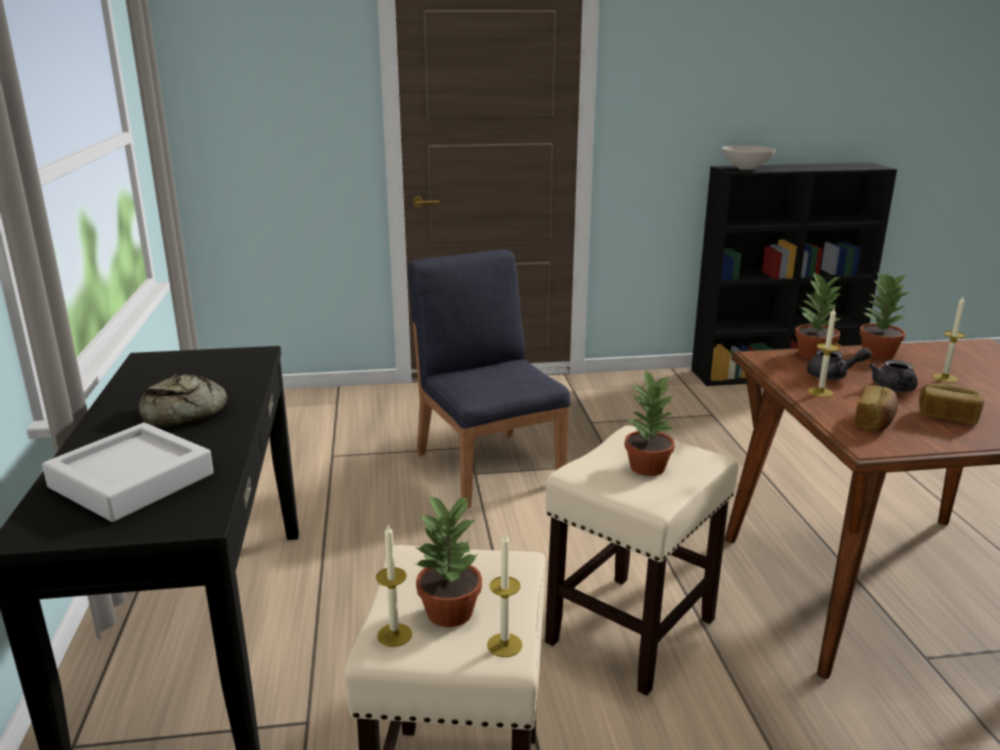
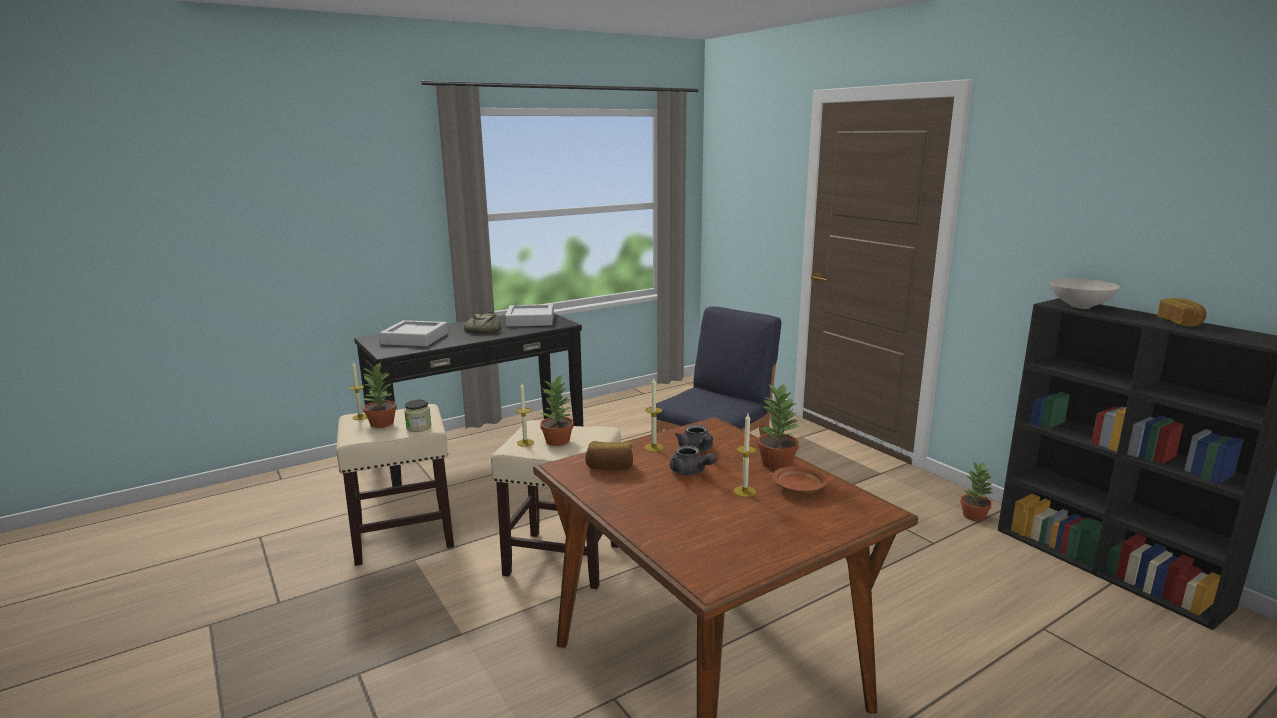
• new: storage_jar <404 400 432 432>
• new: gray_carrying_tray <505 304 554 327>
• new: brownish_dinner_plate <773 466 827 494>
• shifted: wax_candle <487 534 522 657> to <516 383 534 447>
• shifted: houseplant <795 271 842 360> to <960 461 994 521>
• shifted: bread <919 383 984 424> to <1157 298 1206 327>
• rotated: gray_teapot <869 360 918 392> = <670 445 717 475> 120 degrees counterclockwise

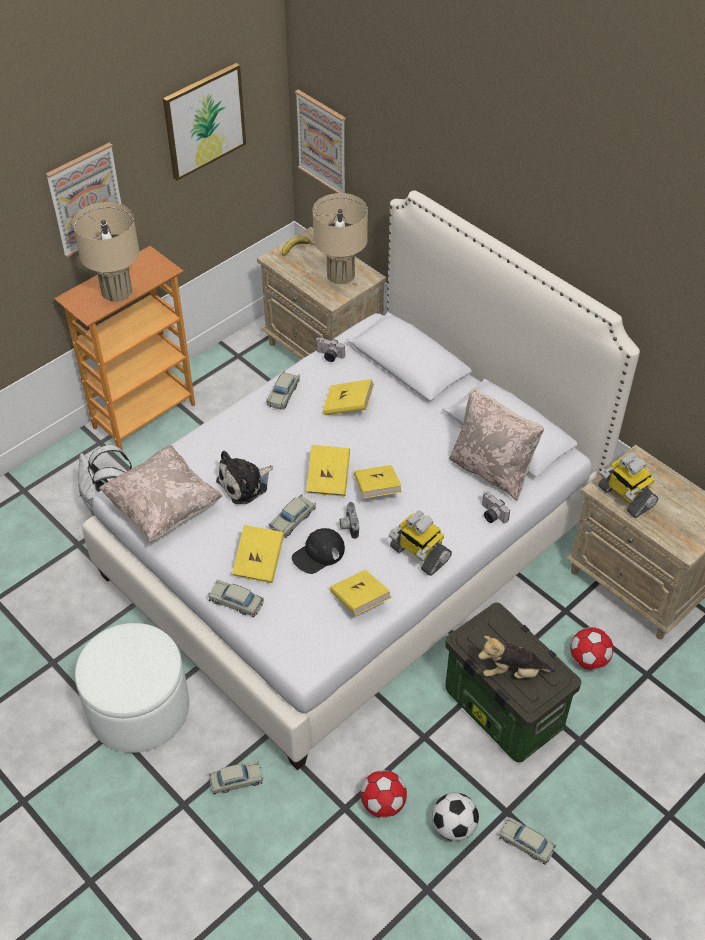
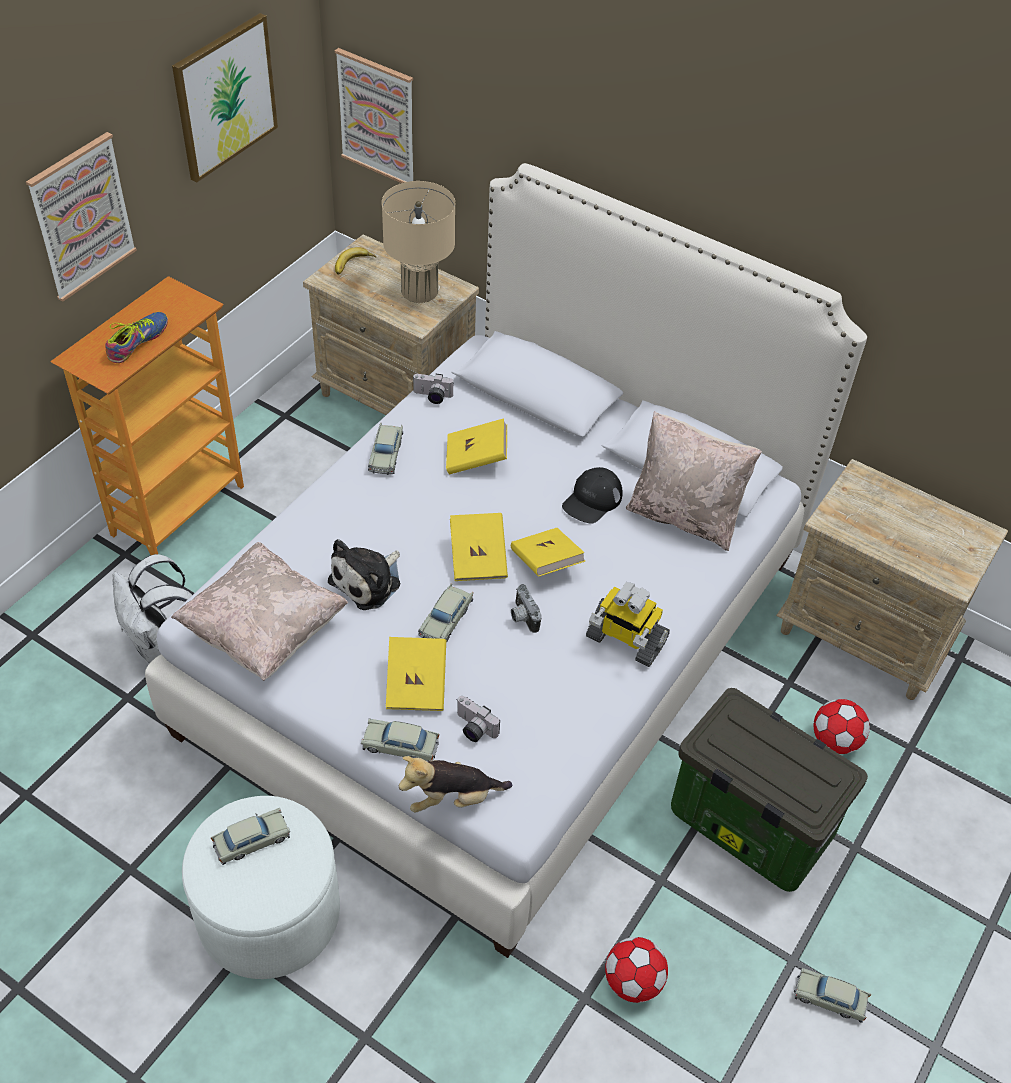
• gone: yellow-coloured_bound_book <330 570 392 615>
• gone: football <432 793 479 841>
• gone: robot_figure <598 452 658 518>
• shifted: beige_model_car <208 761 263 794> to <210 808 290 865>
• shifted: black_peaked_cap <292 528 345 574> to <562 467 623 524>
• shifted: plush_toy <478 636 557 679> to <399 756 512 813>
• shifted: still_camera <482 491 510 523> to <457 696 500 742>
• swapped: beige_table_lamp <72 202 139 302> to low_shoe <105 312 168 363>

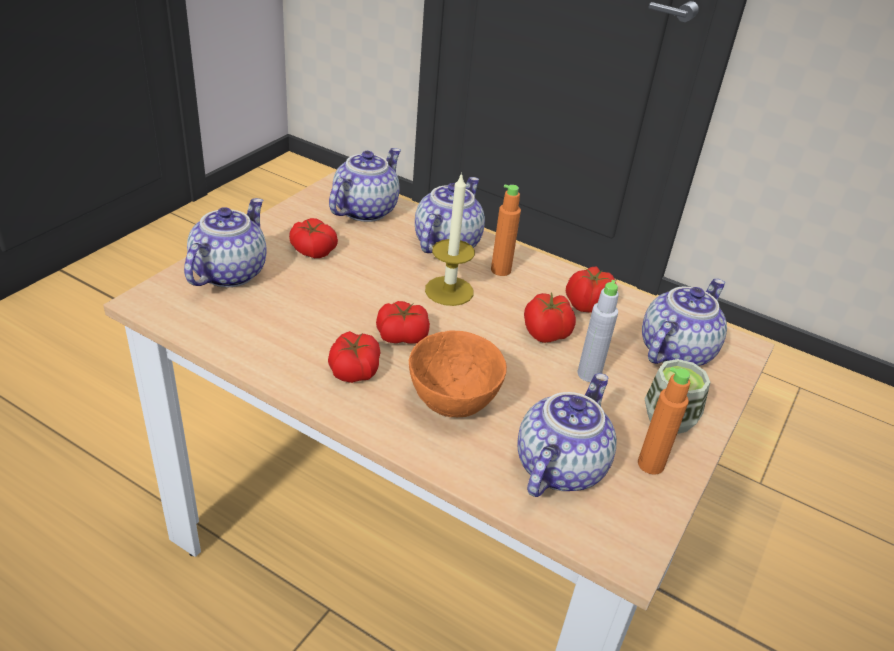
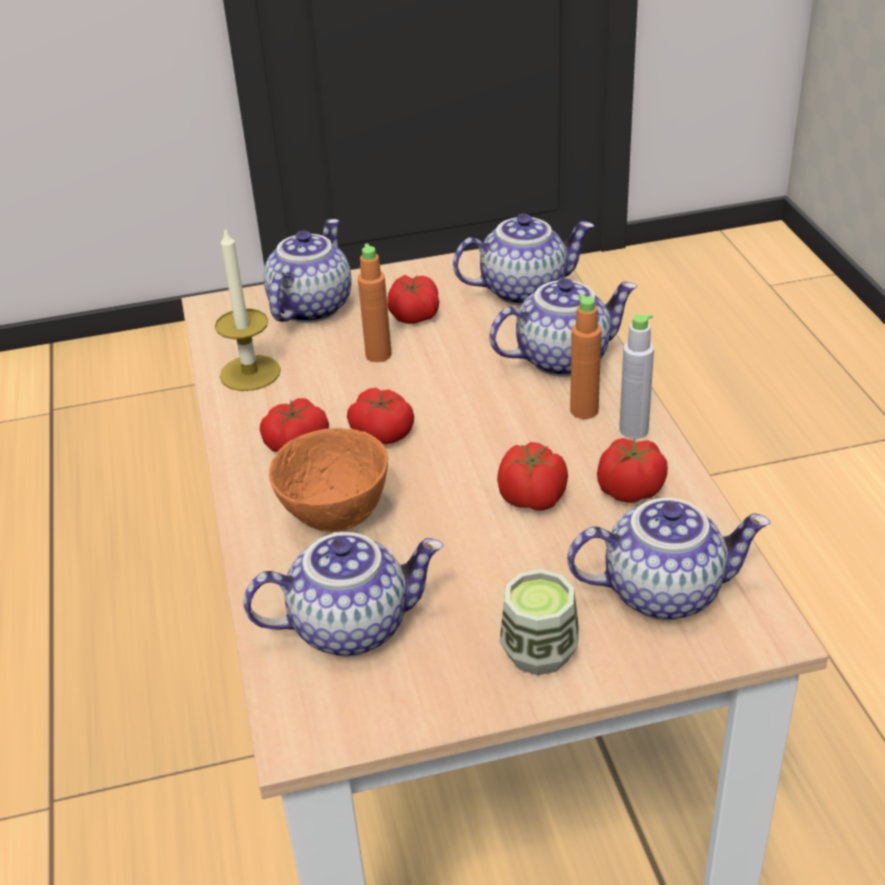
• shifted: wax_candle <425 172 475 306> to <215 227 281 391>
• shifted: gray_bottle <577 280 619 382> to <619 314 654 439>
• shifted: orange_bottle <638 367 690 475> to <358 244 392 362>
• rotated: teapot <184 198 267 288> = <264 219 352 323> 45 degrees counterclockwise

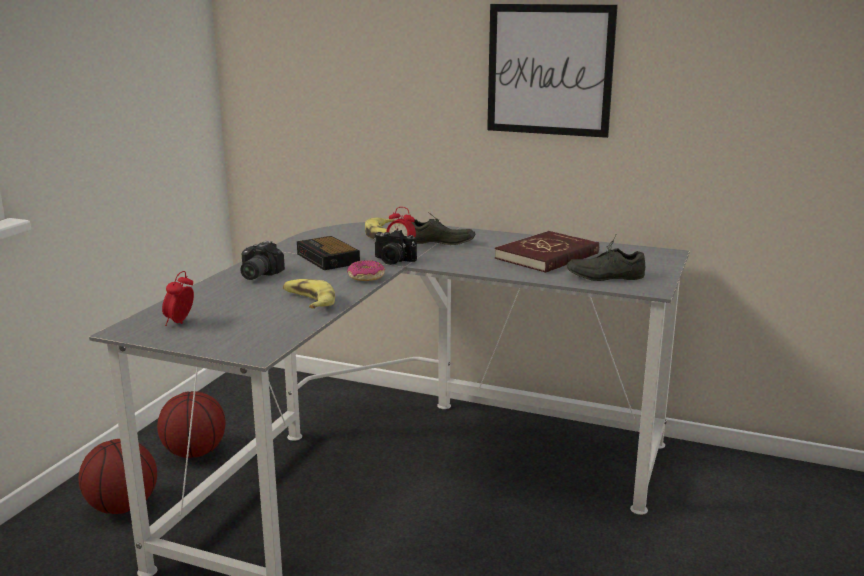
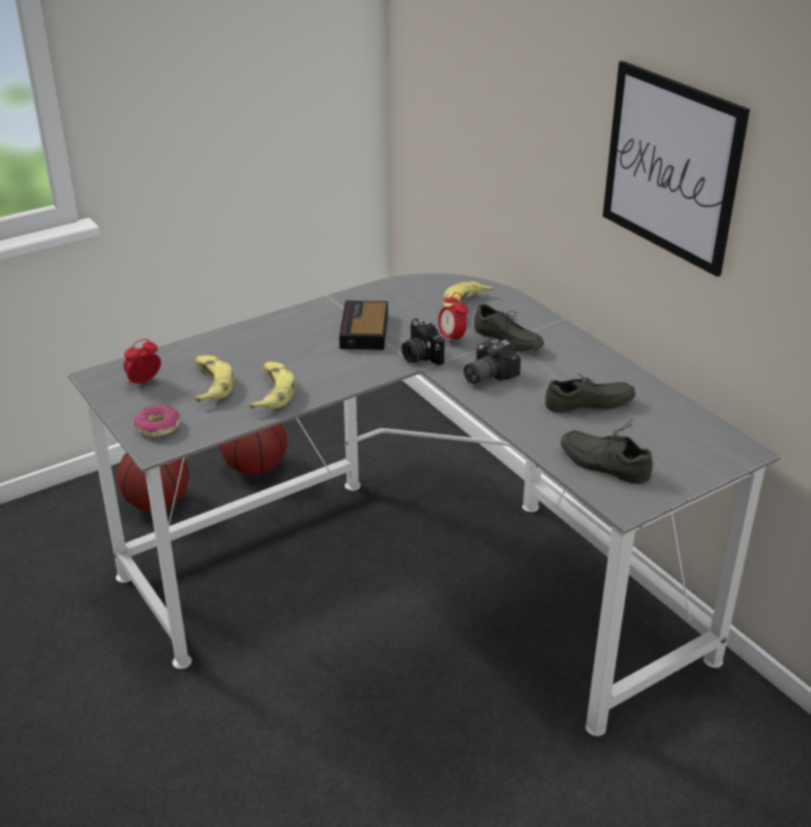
• new: banana <194 355 233 402>
• shifted: still_camera <240 241 285 280> to <464 339 521 384>
• shifted: doughnut <347 260 385 281> to <134 405 180 437>
• swapped: red_bound_book <495 231 599 273> to gray_low_shoe <545 373 636 413>

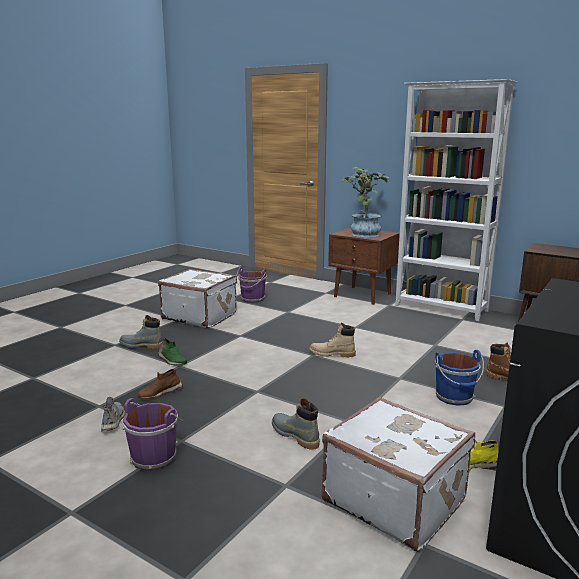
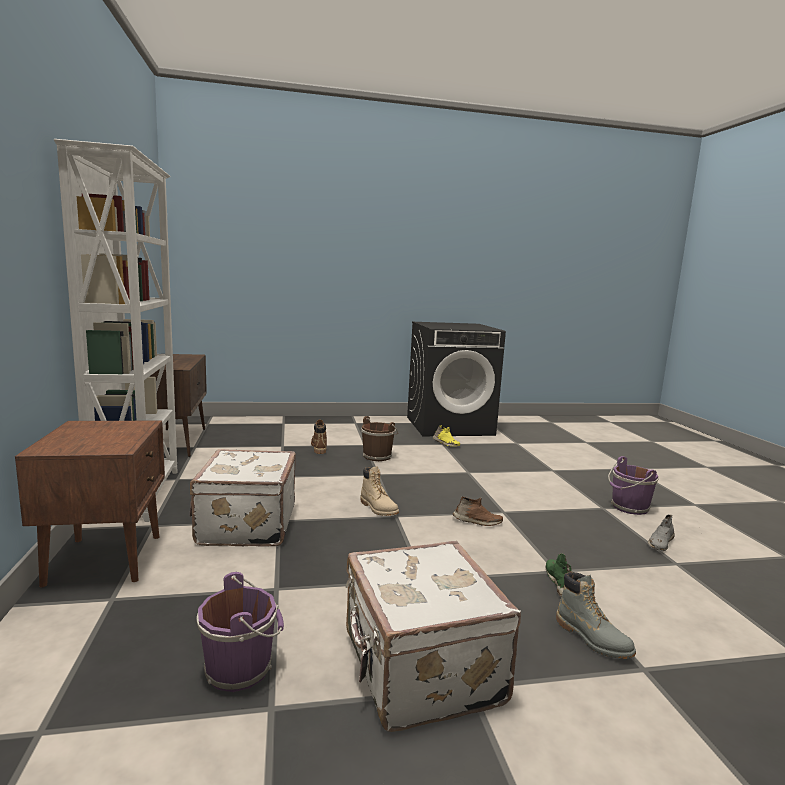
• gone: gray_high-top_boot <272 398 320 450>
• gone: houseplant <342 167 389 237>
• shifted: brownish_low_shoe <138 369 183 399> to <453 496 503 526>
• shifted: white_piece_of_luggage <322 397 475 552> to <190 449 296 546>
• repainted: blue-coloured_bucket <435 350 484 406> to brownish_bucket <361 416 398 461>

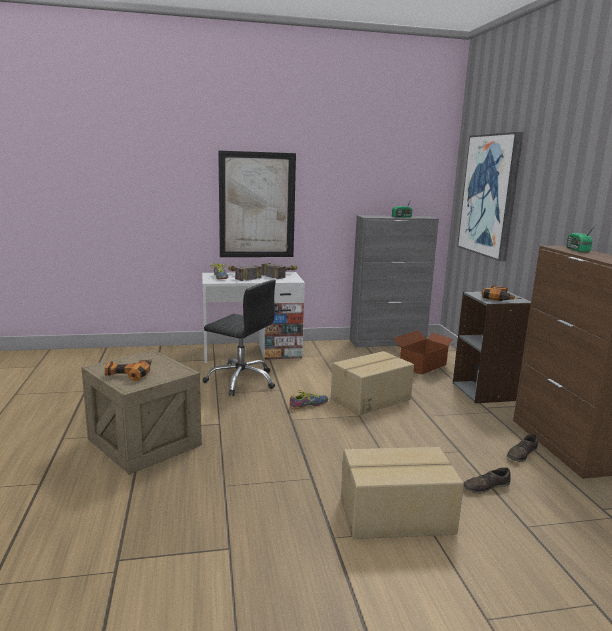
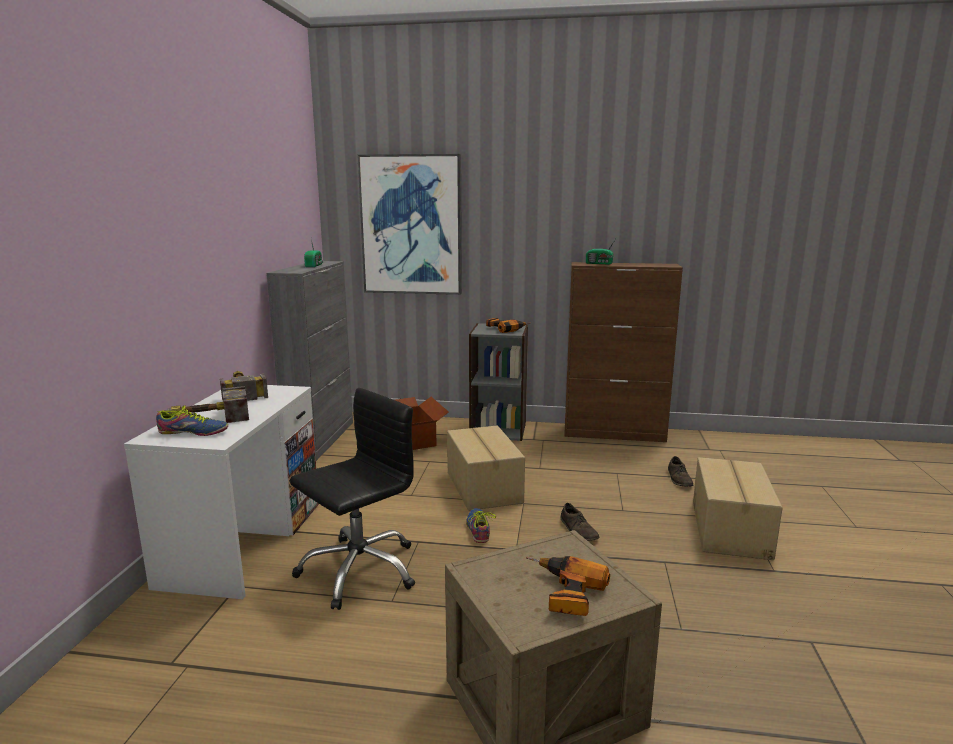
• gone: wall_picture <218 150 296 257>
• shifted: brownish_low_shoe <507 434 538 462> to <560 503 600 541>

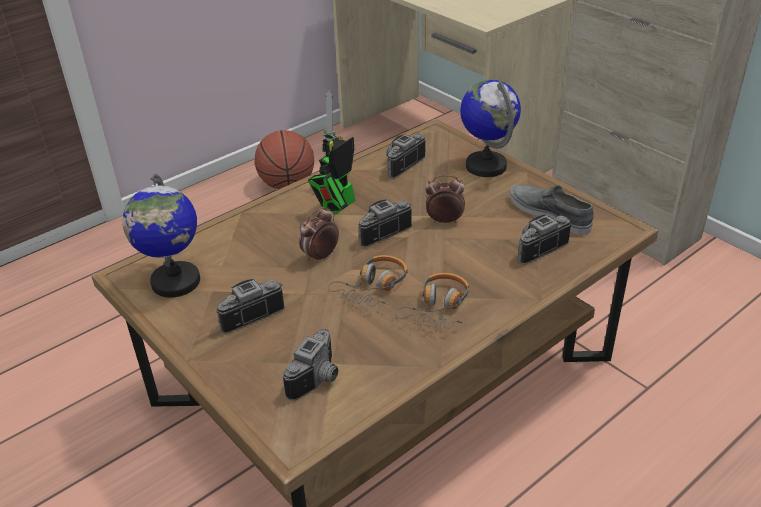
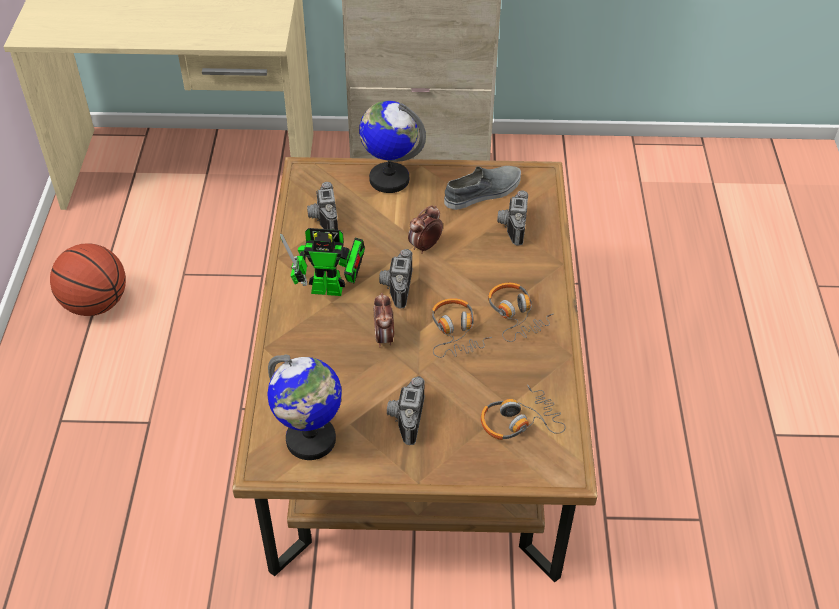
• swapped: still_camera <283 329 338 400> to pair_of_headphones <481 384 566 440>
• rotated: robot_figure <308 90 355 214> = <280 228 365 296> 75 degrees counterclockwise
• rotated: gray_low_shoe <510 184 594 235> = <444 166 521 210> 150 degrees clockwise

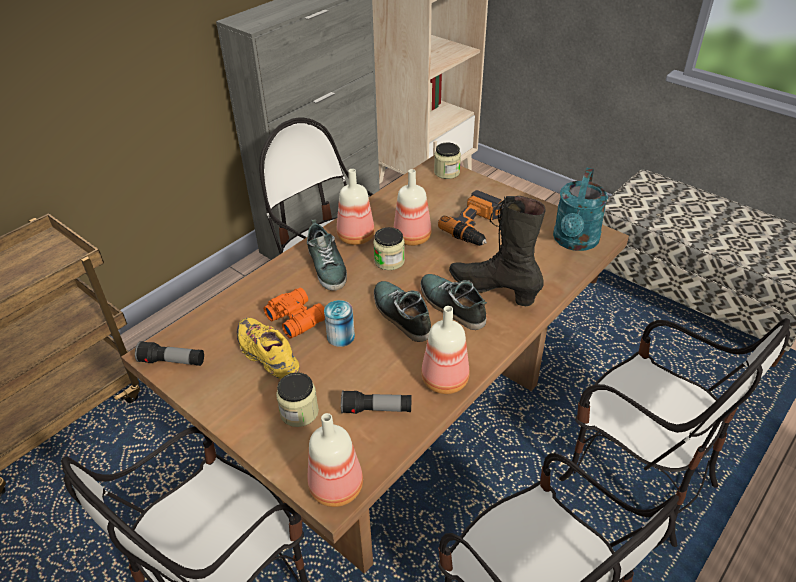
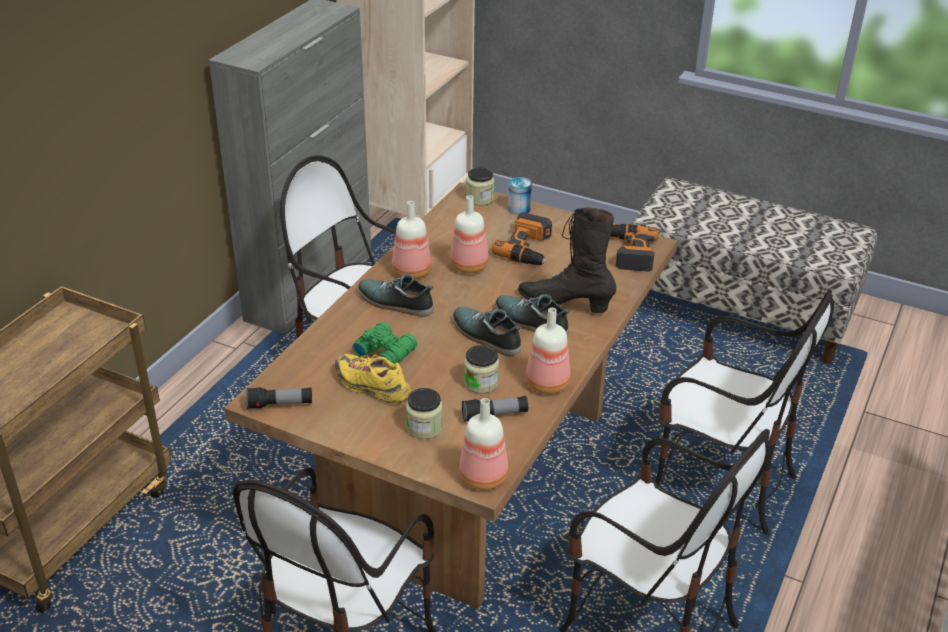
• shifted: can <324 300 355 347> to <508 177 532 215>
• shifted: storage_jar <373 227 405 270> to <464 345 499 393>
• swapped: turquoise_watering_pot <553 168 608 251> to drill <610 224 659 272>
• repainted: orange_field_glasses <264 288 325 339> to green_field_glasses <352 322 417 364>
• rotated: low_shoe <307 219 347 291> = <358 274 433 317> 150 degrees clockwise

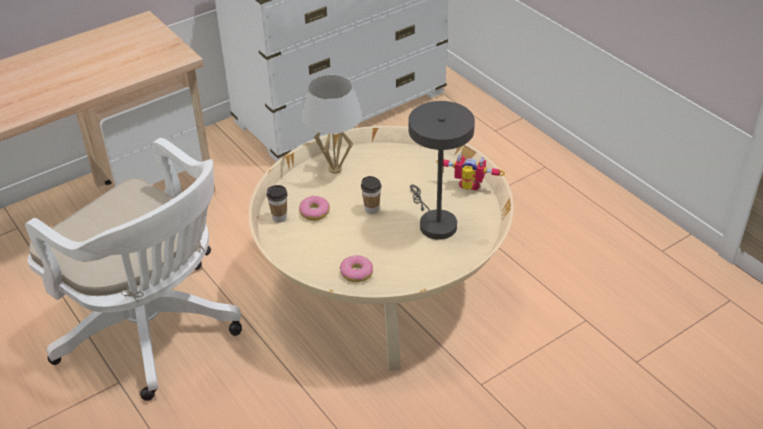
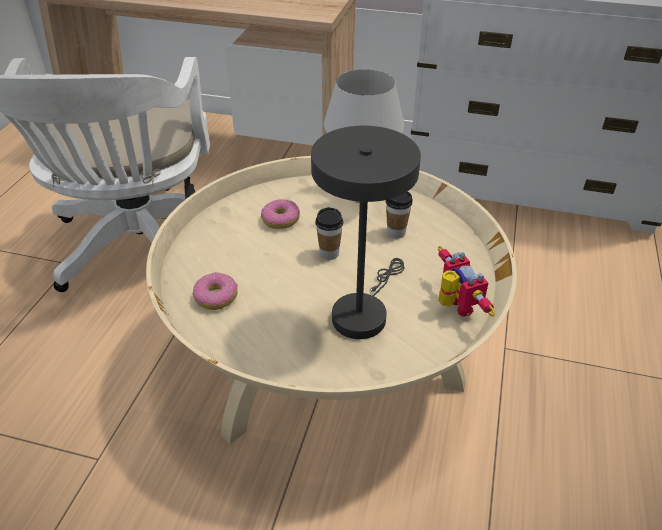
• shifted: small_cup <267 185 287 223> to <385 191 413 238>

